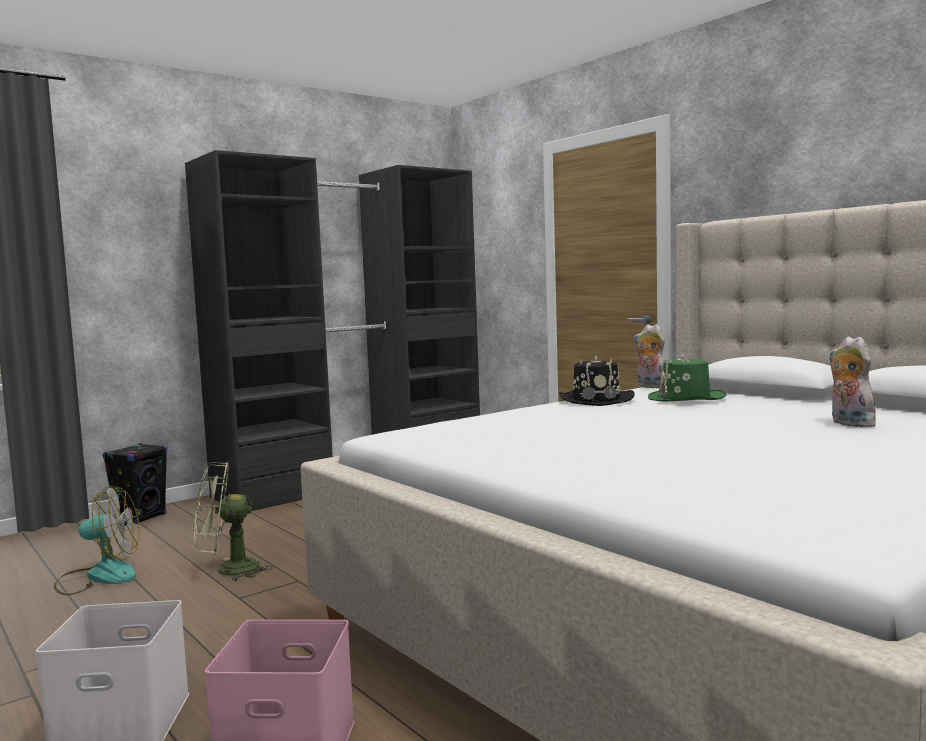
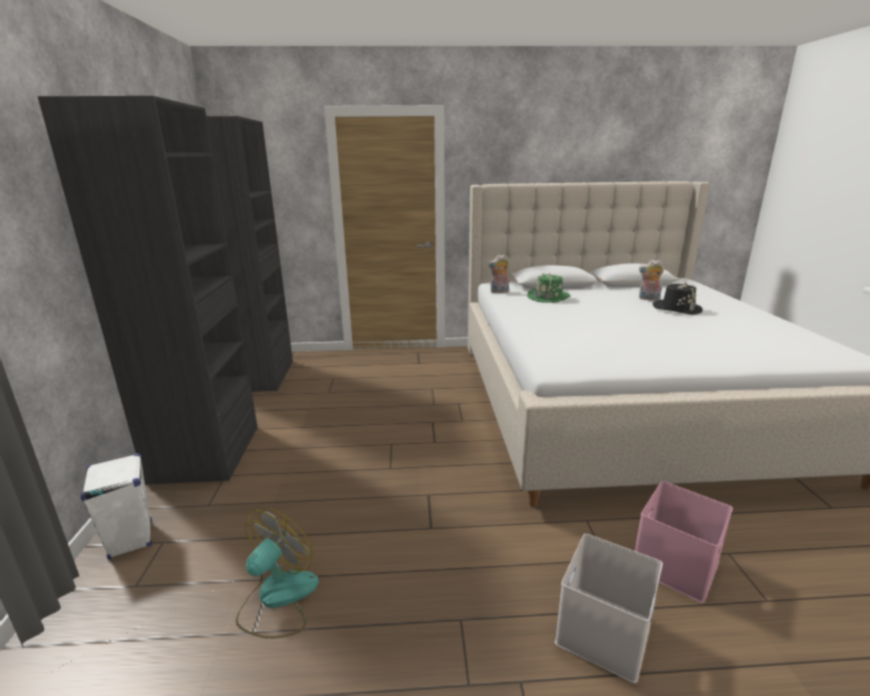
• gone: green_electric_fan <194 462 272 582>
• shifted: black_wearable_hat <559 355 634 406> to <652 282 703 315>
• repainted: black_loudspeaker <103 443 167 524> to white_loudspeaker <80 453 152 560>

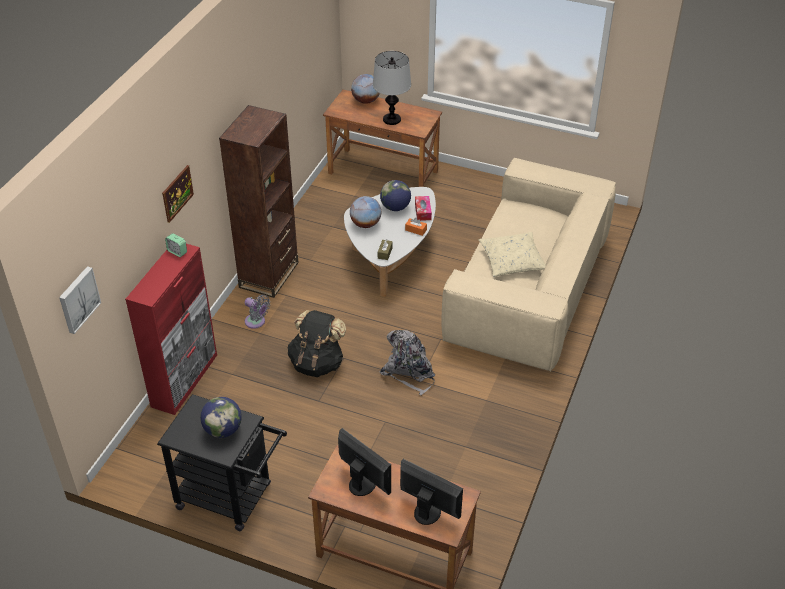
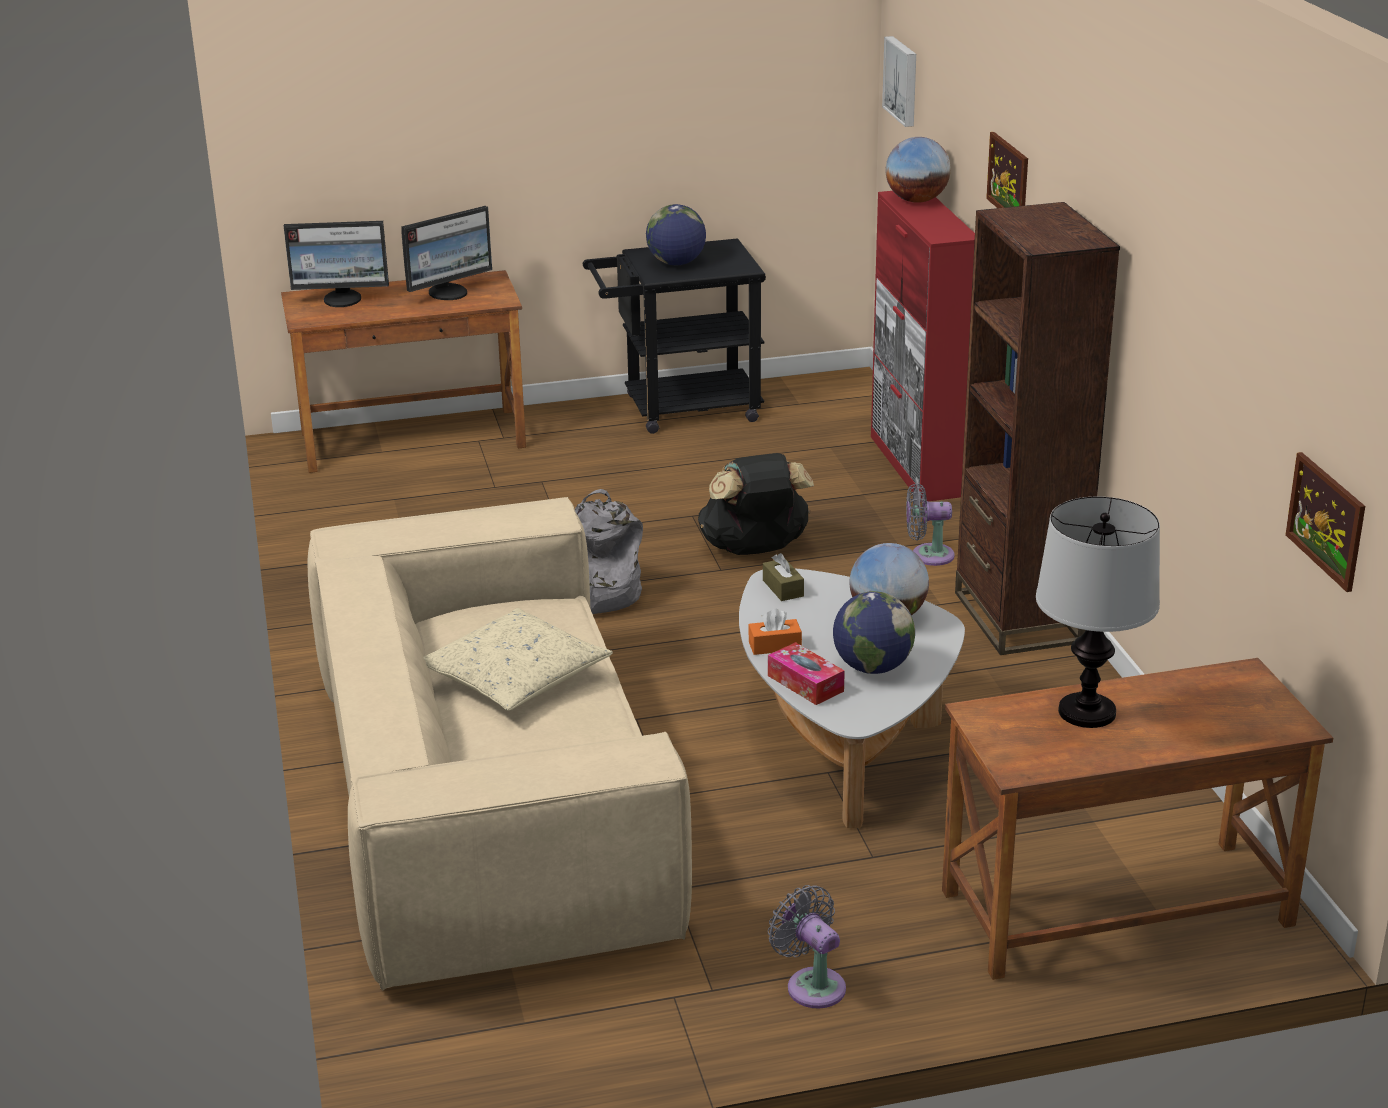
• gone: table_clock <165 233 187 257>
• new: gray_electric_fan <768 885 846 1008>
• new: wall_picture <1285 452 1365 592>
• shifted: desk_globe <351 74 380 104> to <886 137 951 203>
• rotated: computer_display <338 428 391 496> = <401 206 492 300> 45 degrees counterclockwise

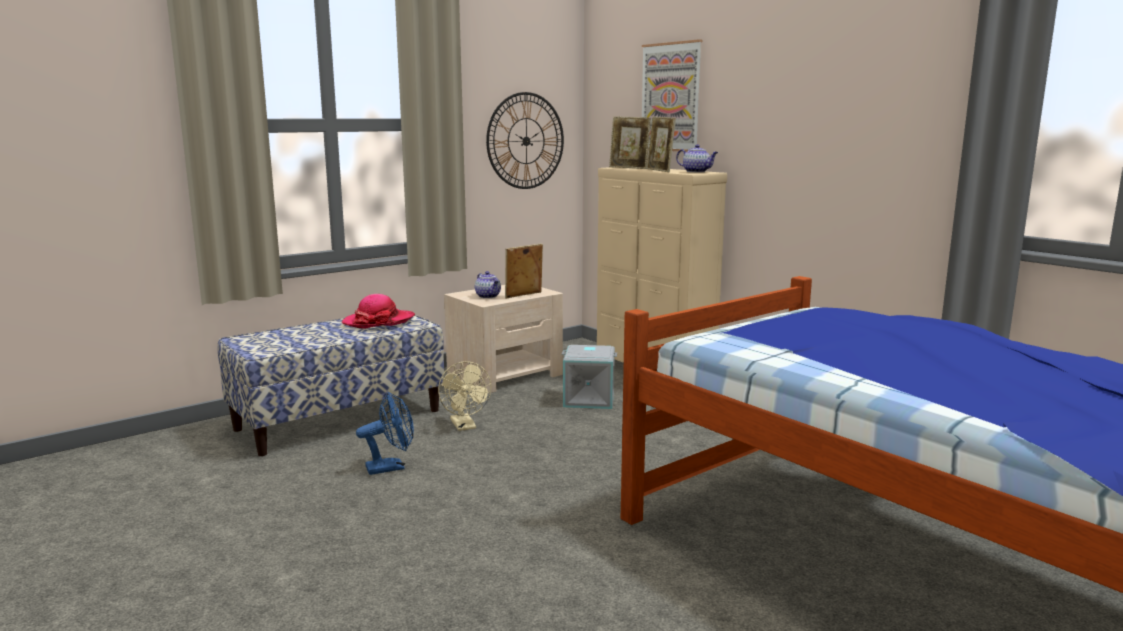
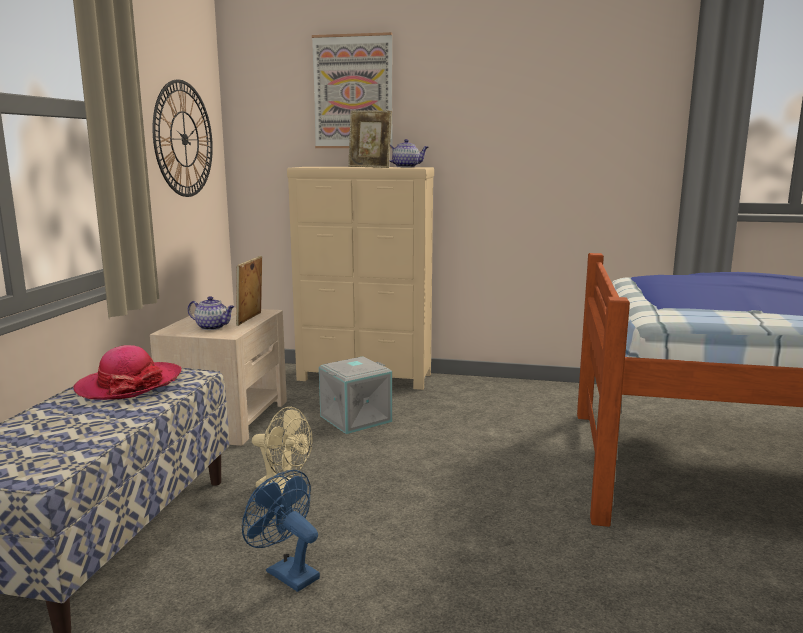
• gone: standing_frame <609 116 651 169>
• rotated: blue-coloured_electric_fan <356 392 414 475> = <242 470 320 592> 75 degrees counterclockwise

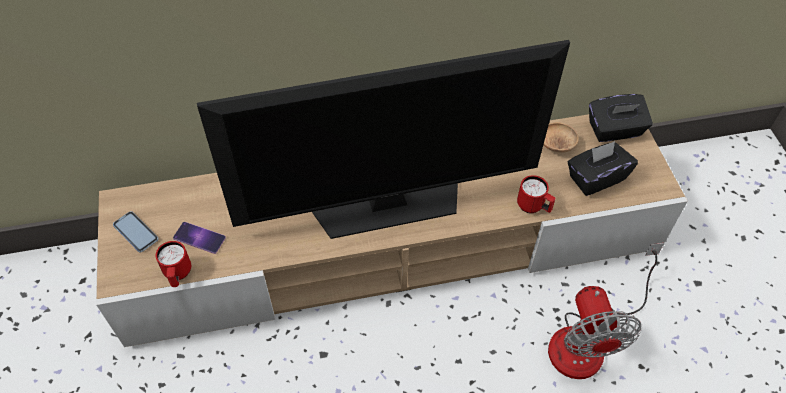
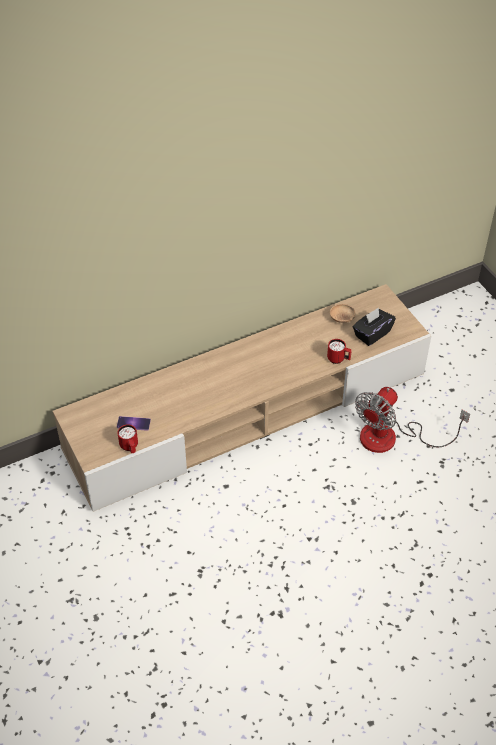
• gone: handset <113 211 159 252>
• gone: TV <197 40 570 239>
• gone: black_box_of_tissues <589 94 653 142>
• rotated: electric_fan <548 243 664 379> = <355 387 470 453> 60 degrees clockwise

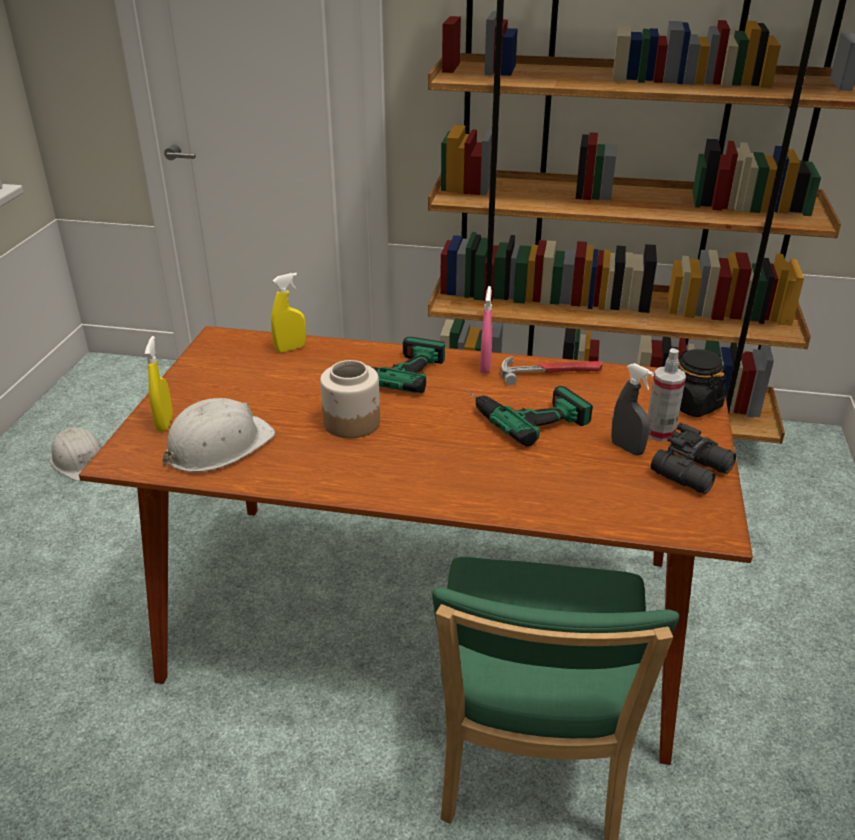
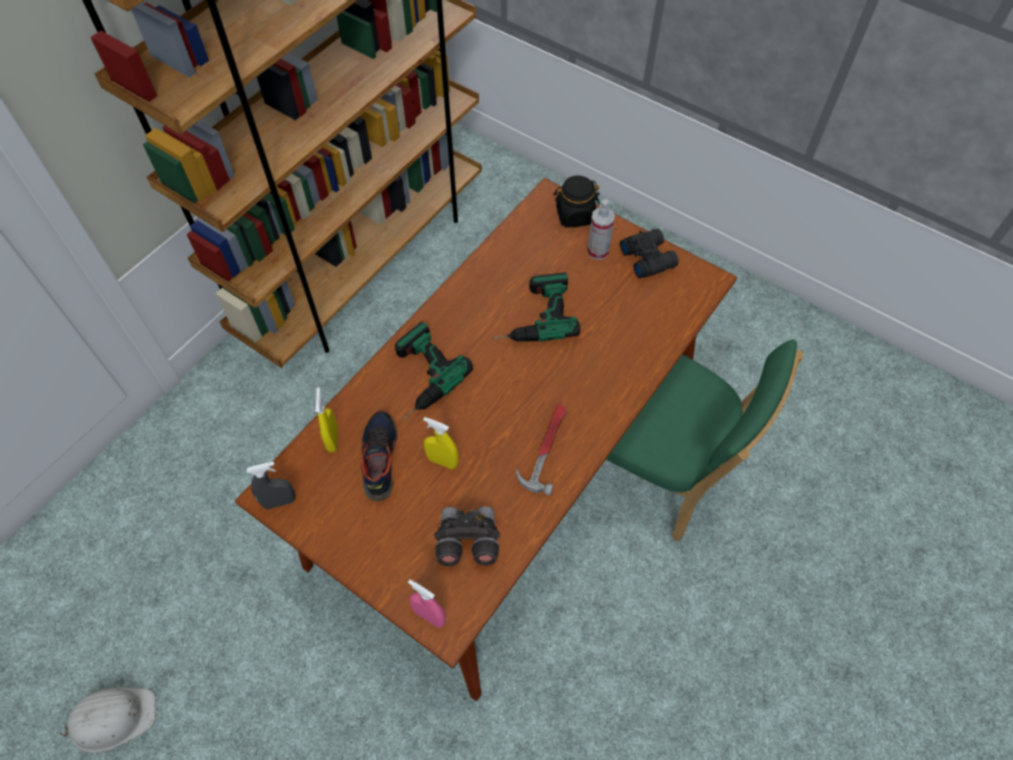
• gone: storage_jar <320 360 380 438>
• new: low_shoe <361 411 397 501>
• shifted: yellow-coloured_hand_sprayer <145 336 173 432> to <423 417 459 469>
• shifted: pink_hand_sprayer <480 286 492 374> to <408 580 446 628>
• shifted: hand_hammer <501 356 603 385> to <516 404 567 496>
• shifted: gray_hand_sprayer <611 363 654 456> to <247 461 295 509>
• swapped: white_safety_helmet <162 398 275 472> to gray_field_glasses <434 506 500 567>

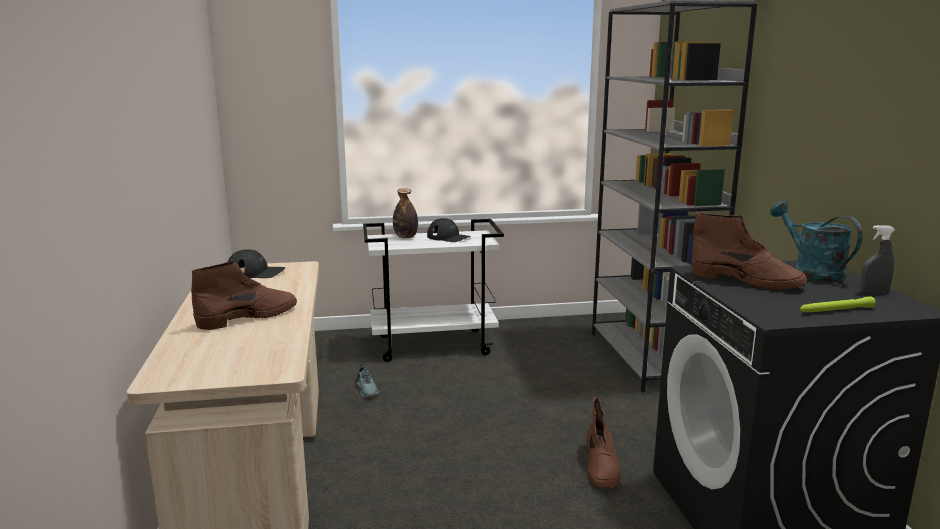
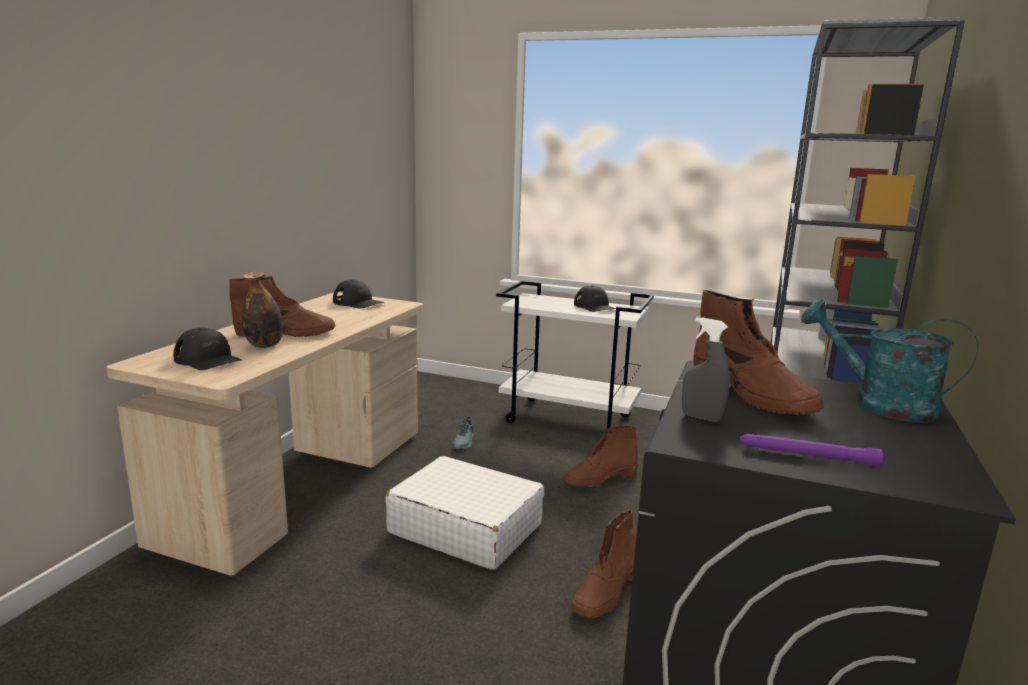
• new: black_peaked_cap <173 328 242 370>
• new: white_piece_of_luggage <385 456 544 570>
• new: brownish_high-top_boot <563 425 638 487>
• shifted: bottle <393 188 418 239> to <241 271 283 348>
• shifted: gray_hand_sprayer <860 225 895 293> to <682 317 730 423>
• repainted: green_hand_torch <800 296 876 312> to purple-coloured_hand_torch <740 434 883 467>
• rotated: turquoise_watering_pot <770 201 863 282> = <801 299 978 423> 60 degrees counterclockwise

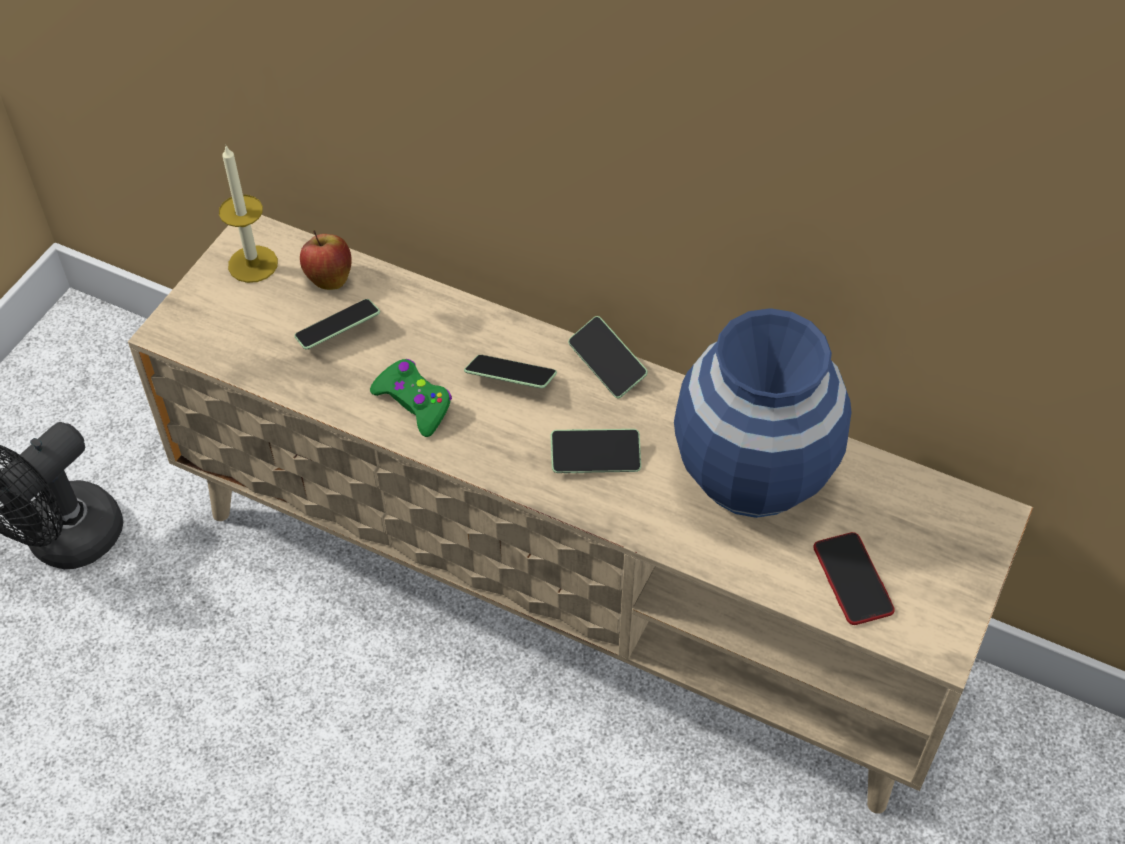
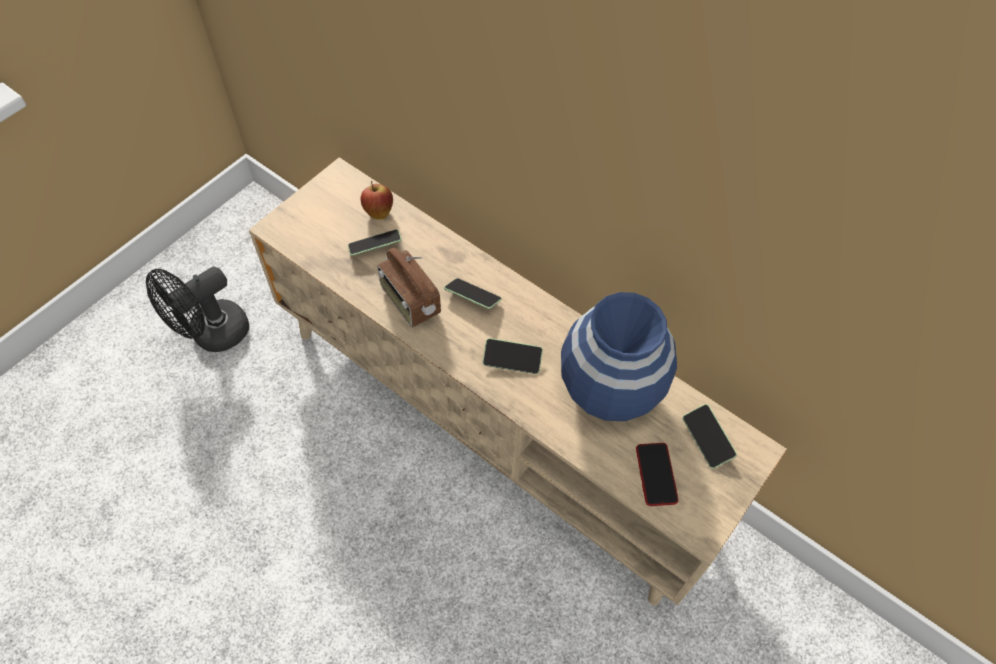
• gone: wax_candle <219 144 278 283>
• shifted: handset <568 316 648 398> to <683 404 737 469>
• swapped: green_game_controller <370 359 452 437> to radio_set <377 248 441 327>

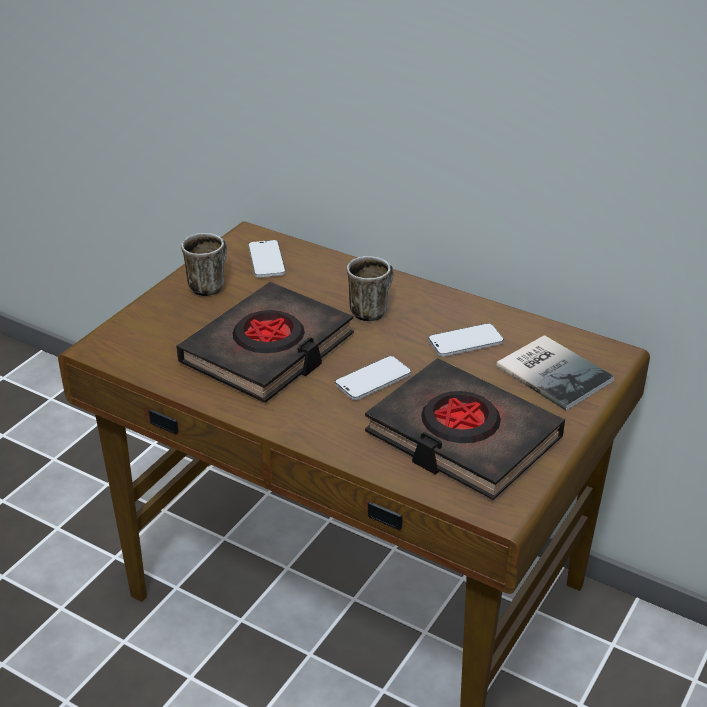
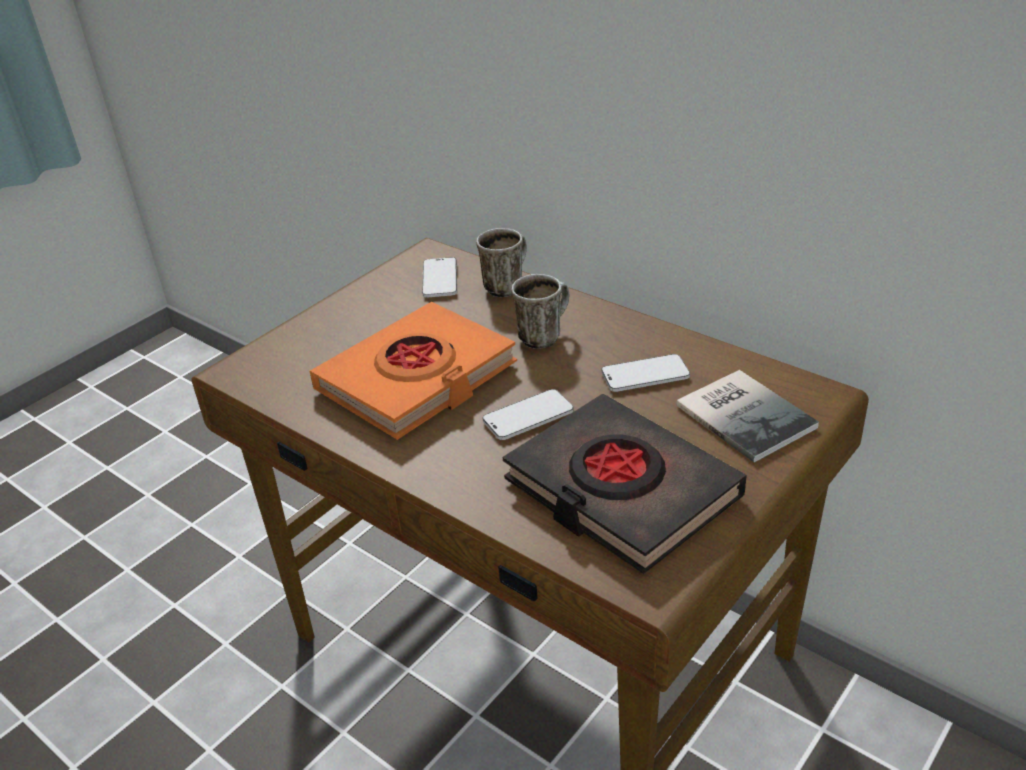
• shifted: mug <181 233 227 296> to <476 228 527 297>
• repainted: black_bound_book <176 282 354 403> to orange_bound_book <310 302 517 440>

